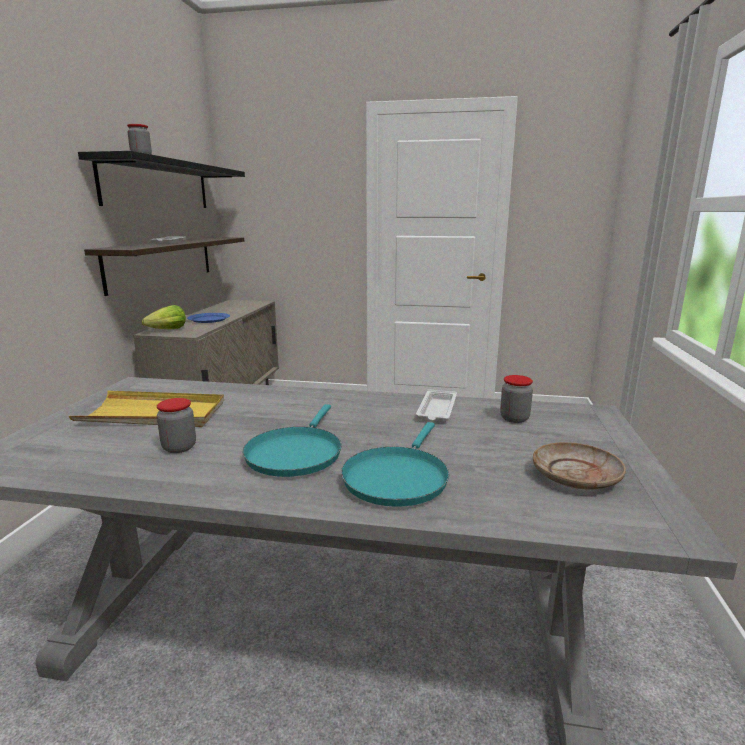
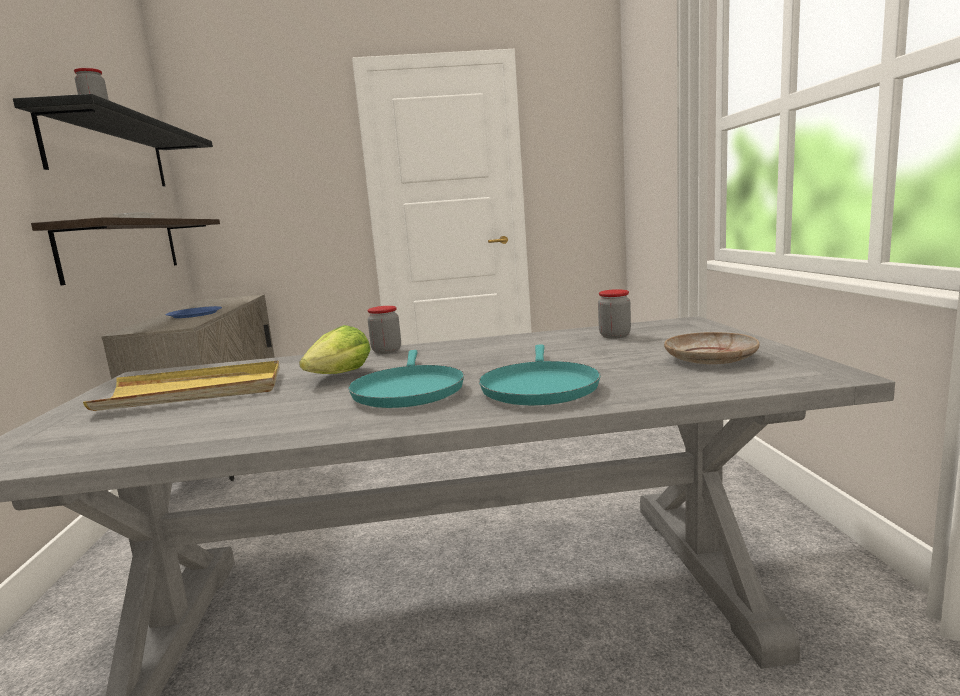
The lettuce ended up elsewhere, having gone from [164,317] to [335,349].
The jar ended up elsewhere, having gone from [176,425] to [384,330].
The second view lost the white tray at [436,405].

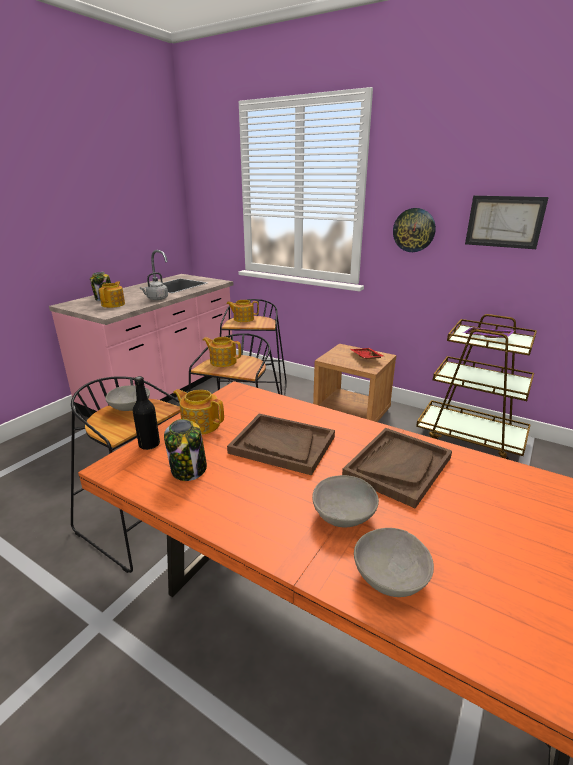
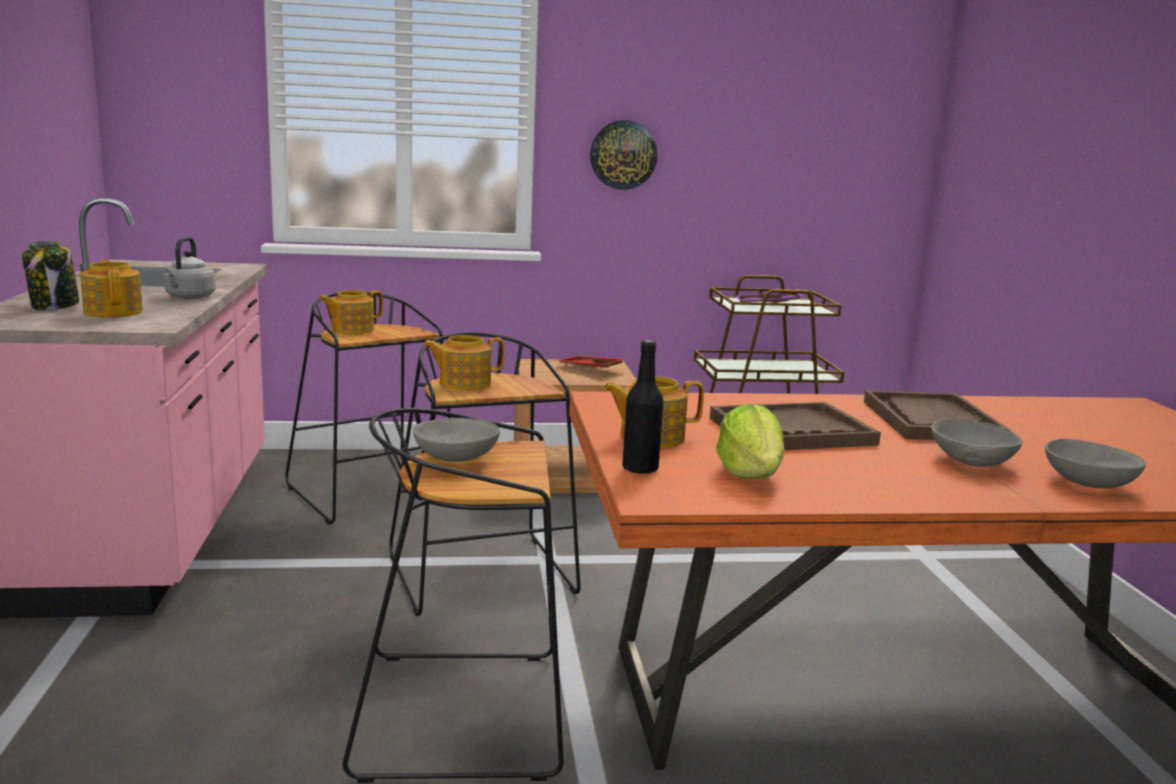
Where the jar stood at [185,450], the lettuce came to stand at [750,441].
The second view lost the picture at [507,222].

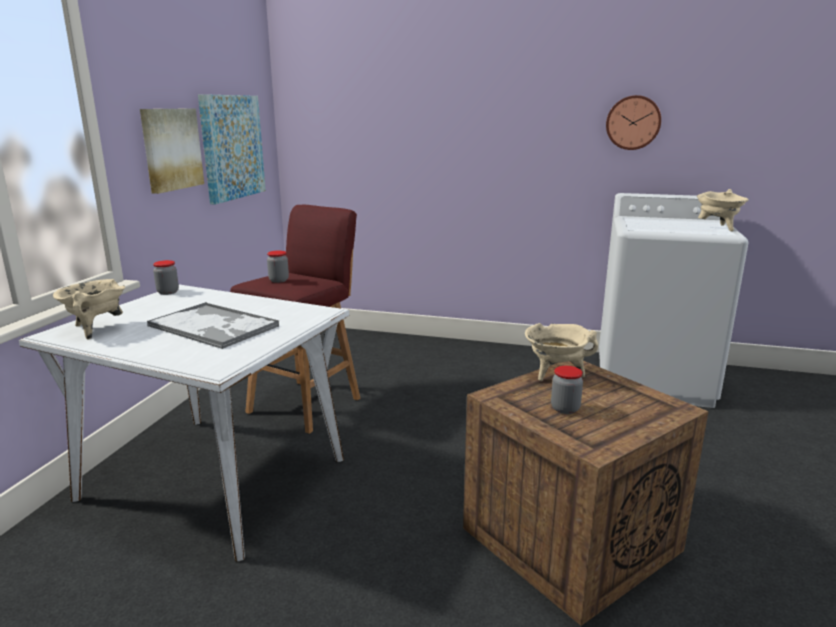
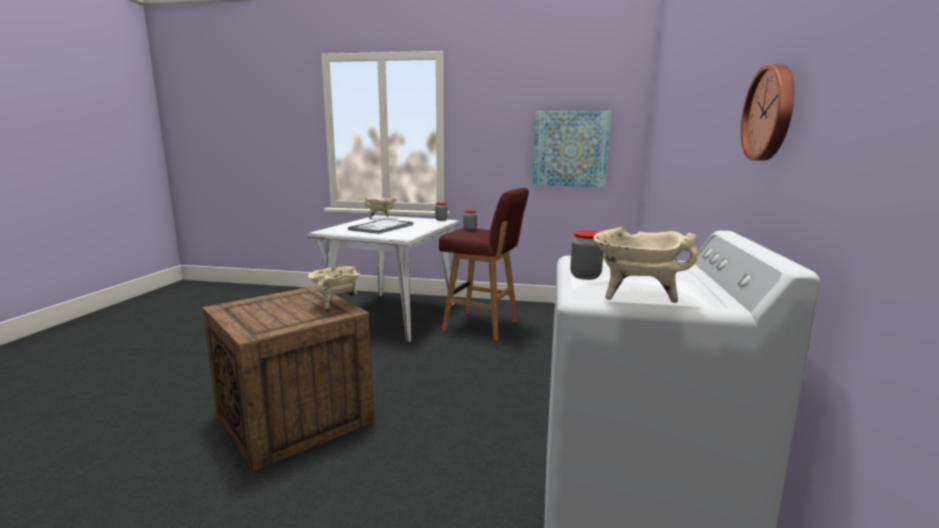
The jar ended up elsewhere, having gone from [567,390] to [587,255].
The second view lost the picture at [172,151].

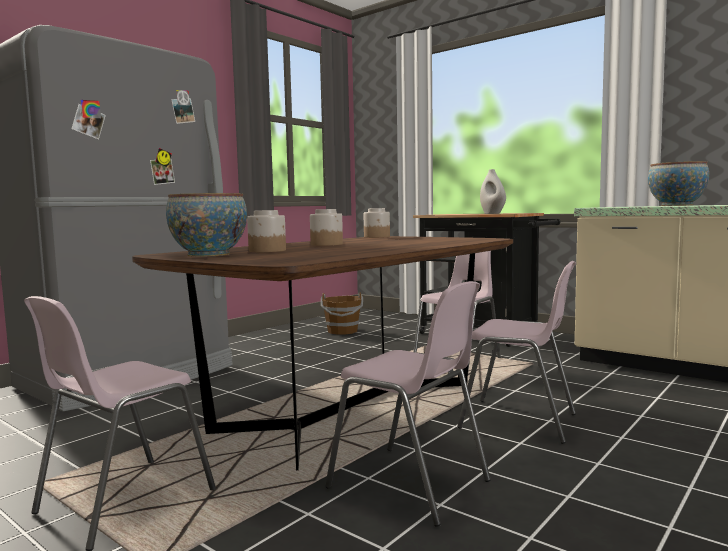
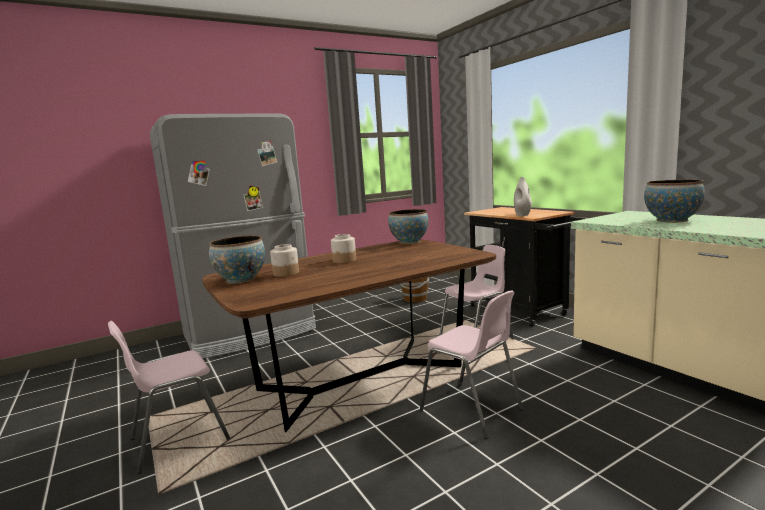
Where the jar stood at [377,223], the bowl came to stand at [408,226].
The second view lost the pink chair at [408,404].

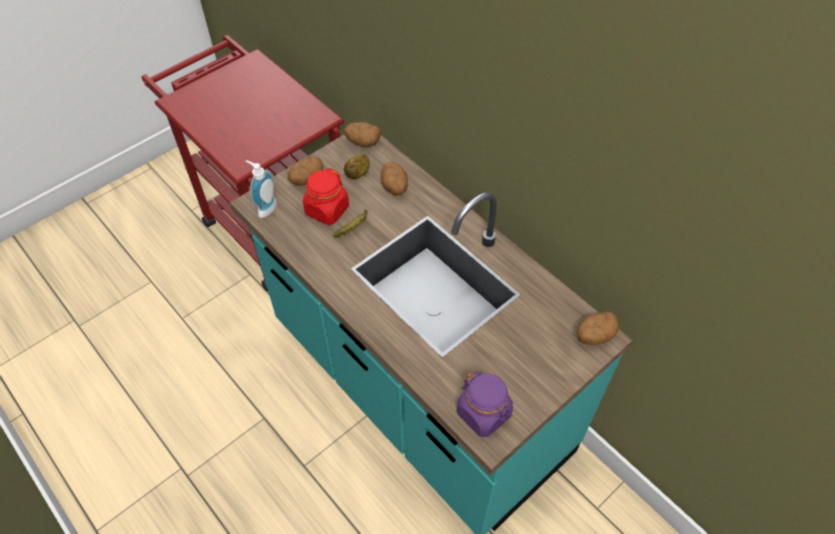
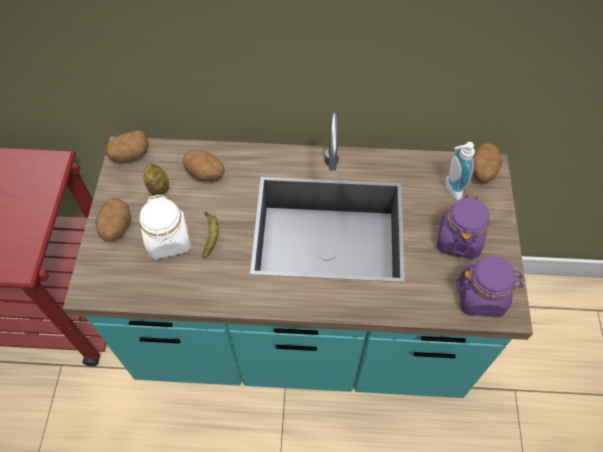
What was the red jar at [326,196] turned into the white jar at [165,226].
The second view gained the purple jar at [463,227].
The soap dispenser ended up elsewhere, having gone from [261,189] to [460,171].

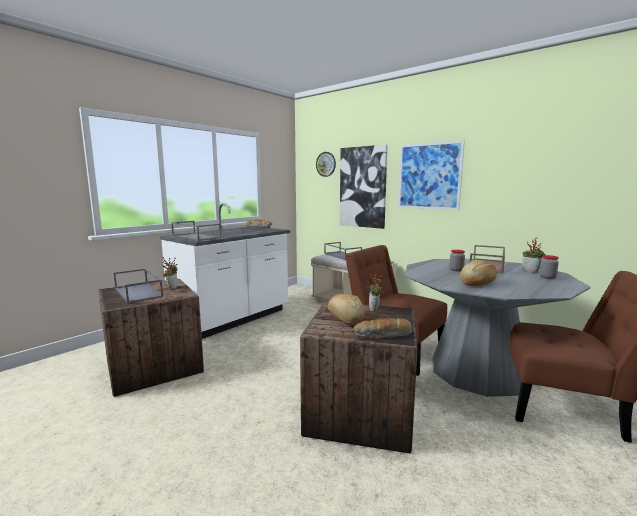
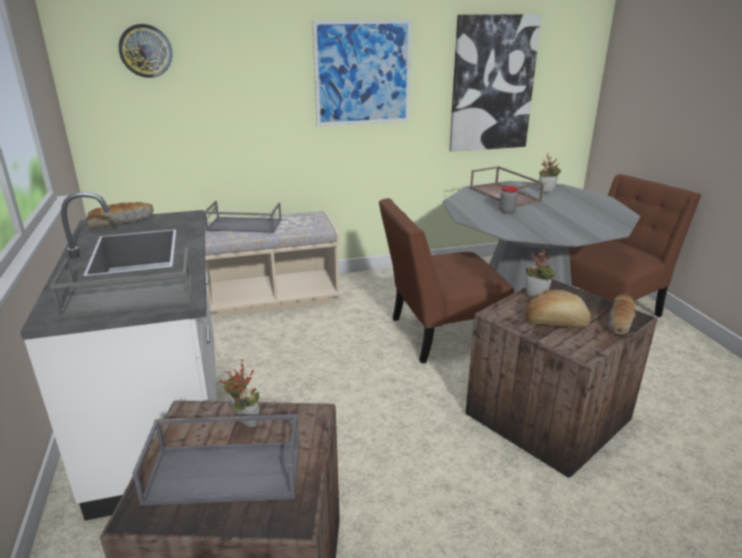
The picture ended up elsewhere, having gone from [364,186] to [495,83].
The second view lost the bread at [478,273].
The second view lost the jar at [549,267].

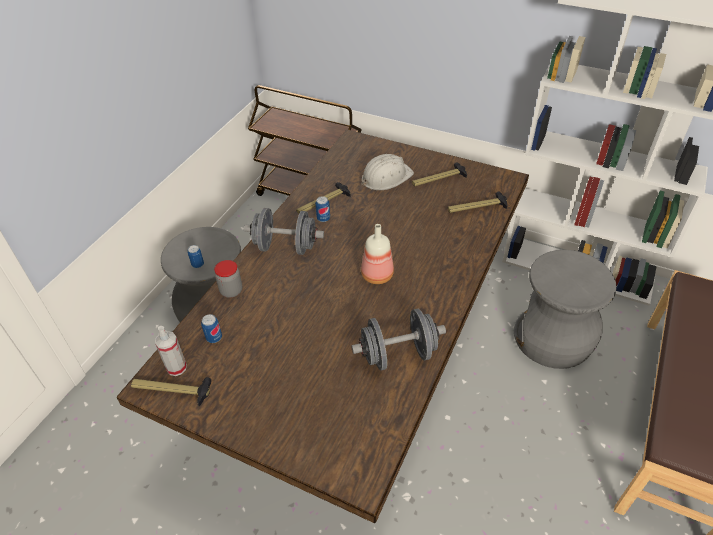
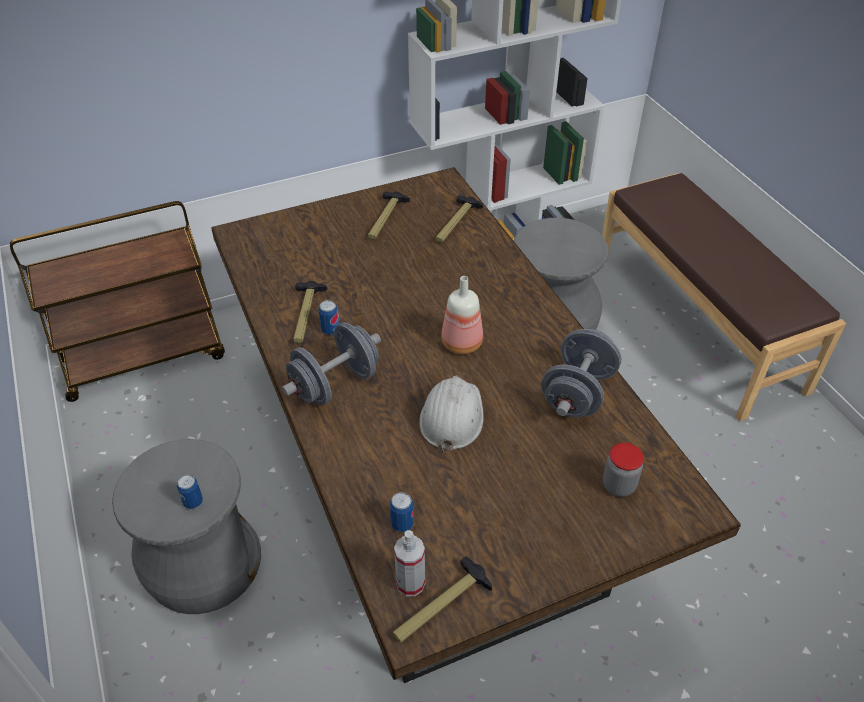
The white hard hat ended up elsewhere, having gone from [387,172] to [451,414].
The jar ended up elsewhere, having gone from [228,279] to [623,470].

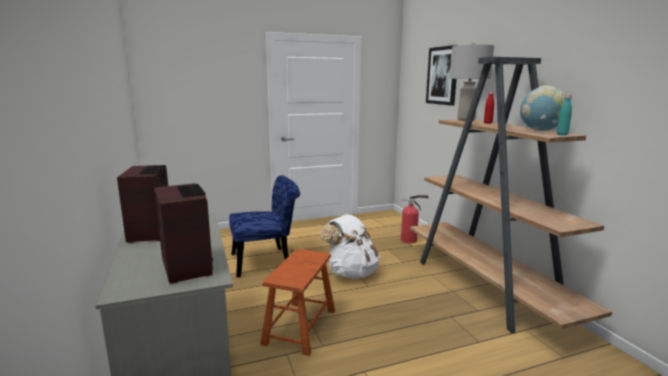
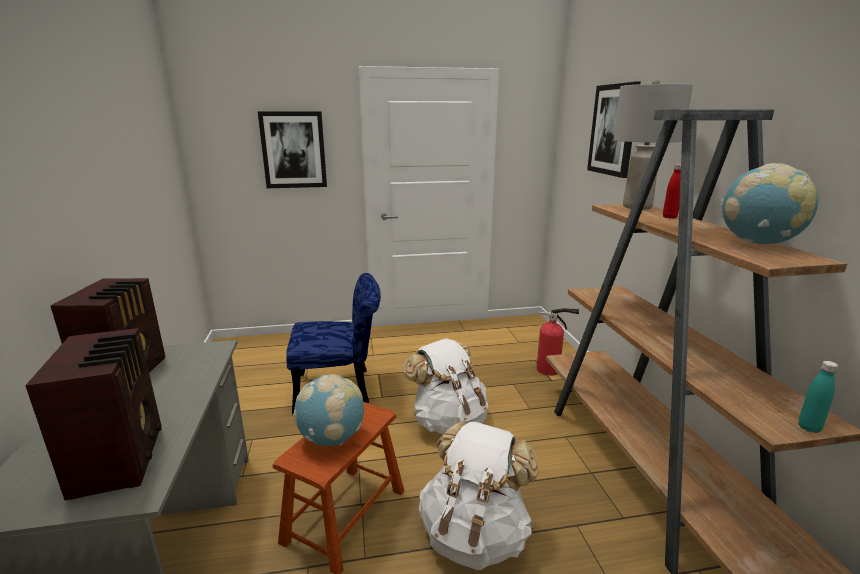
The second view gained the picture at [292,149].
The second view gained the globe at [328,410].
The second view gained the white backpack at [479,495].
The turquoise bottle ended up elsewhere, having gone from [564,114] to [818,397].

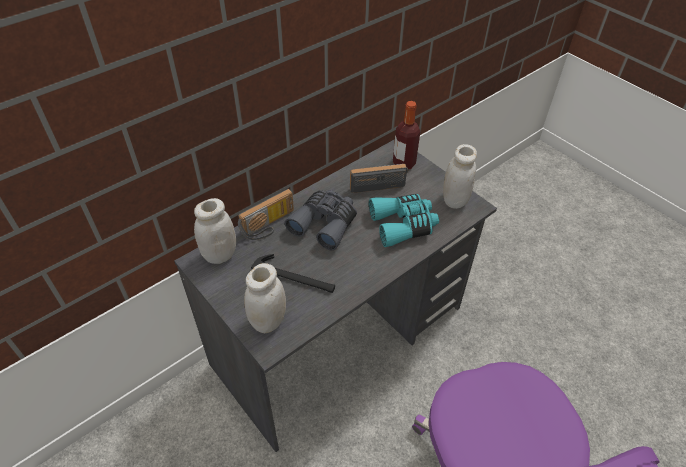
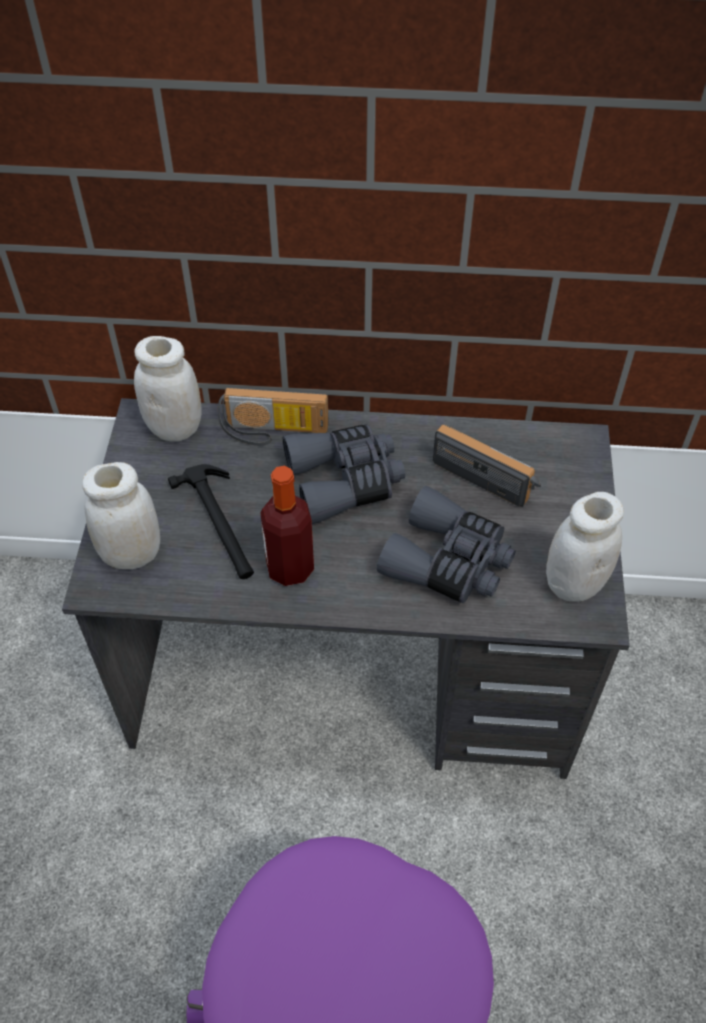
The bottle ended up elsewhere, having gone from [406,135] to [287,526].
What was the turquoise binoculars at [404,220] turned into the grey binoculars at [446,545].

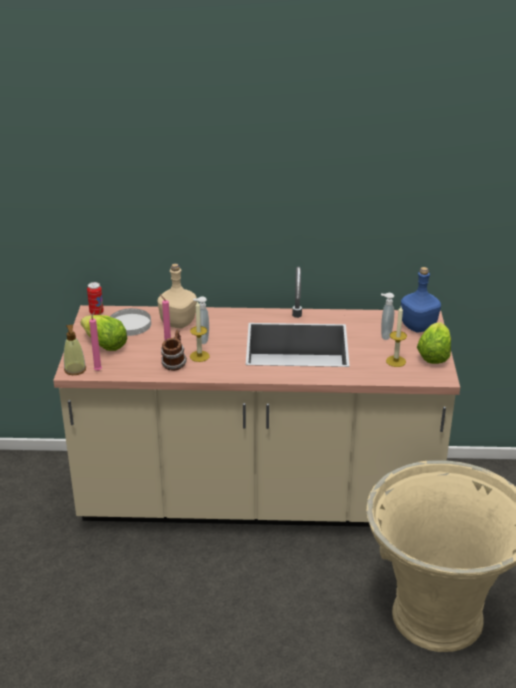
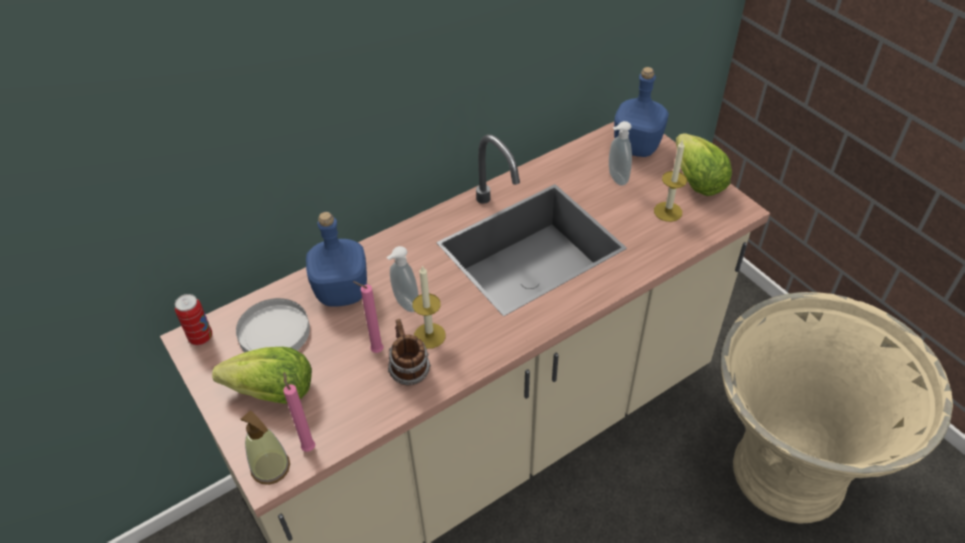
What was the beige bottle at [177,296] turned into the blue bottle at [336,259].

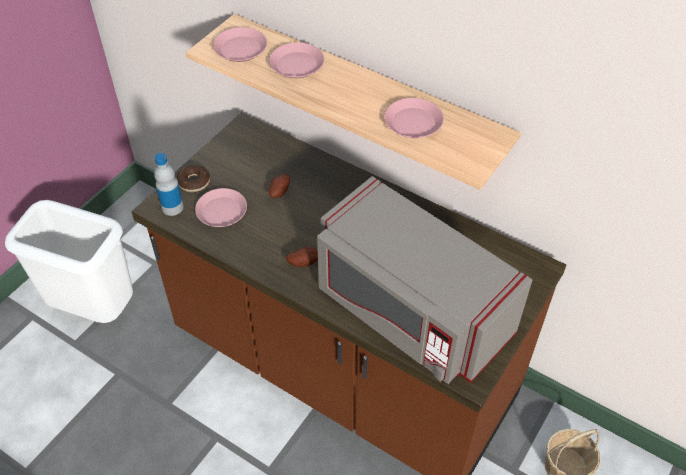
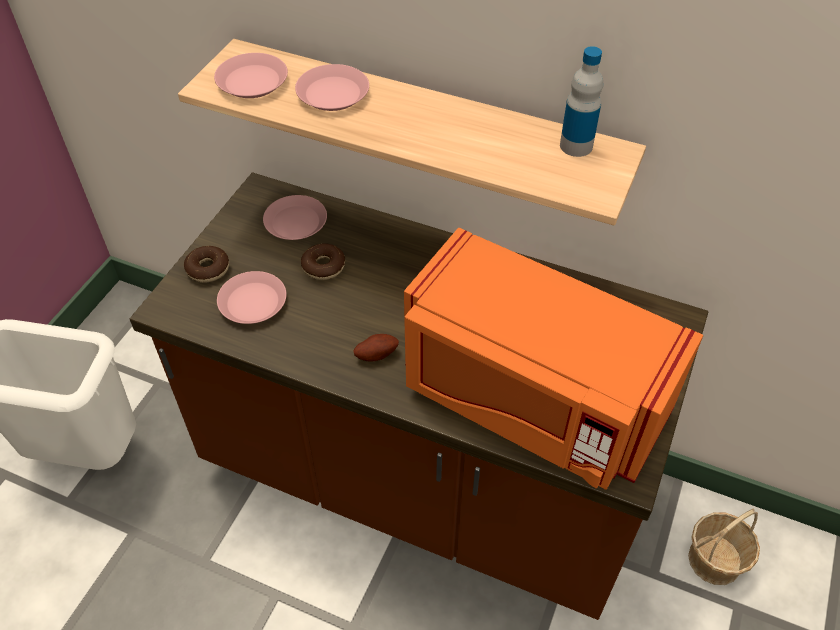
The pink plate ended up elsewhere, having gone from [414,118] to [295,217].
Where the potato stood at [279,186], the donut came to stand at [323,261].
What was the grey microwave at [425,280] turned into the orange microwave at [553,359].
The bottle ended up elsewhere, having gone from [169,184] to [581,101].

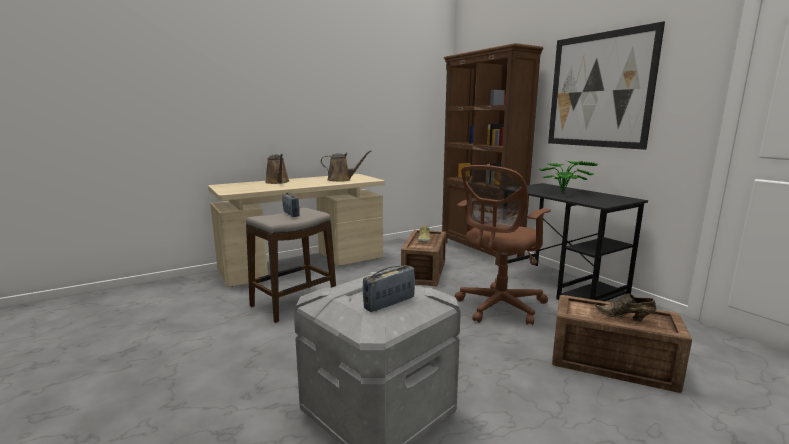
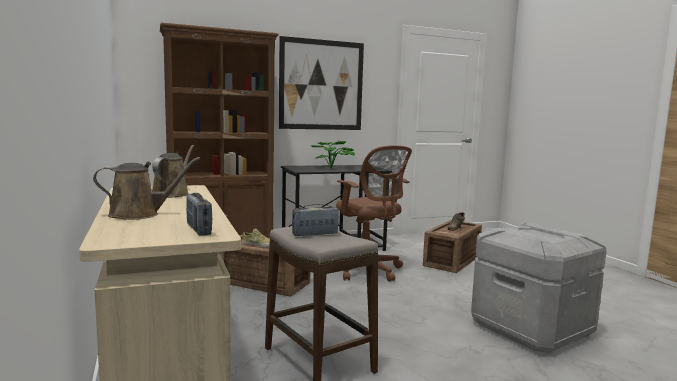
The radio ended up elsewhere, having gone from [389,288] to [199,214].

